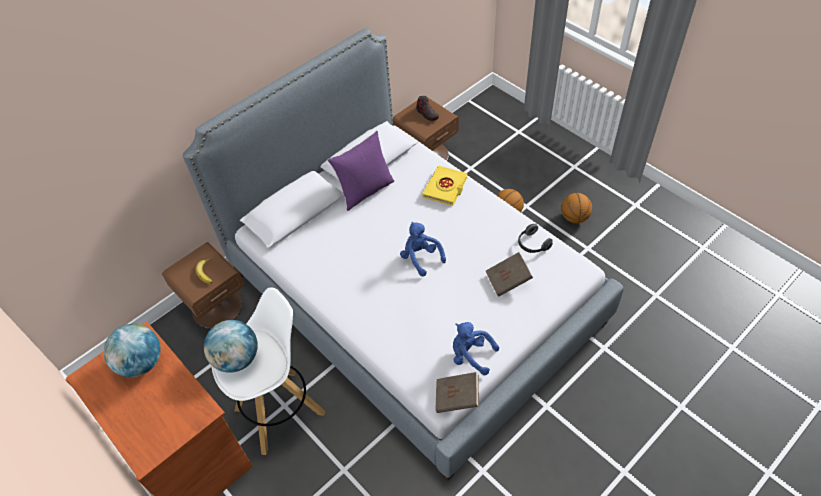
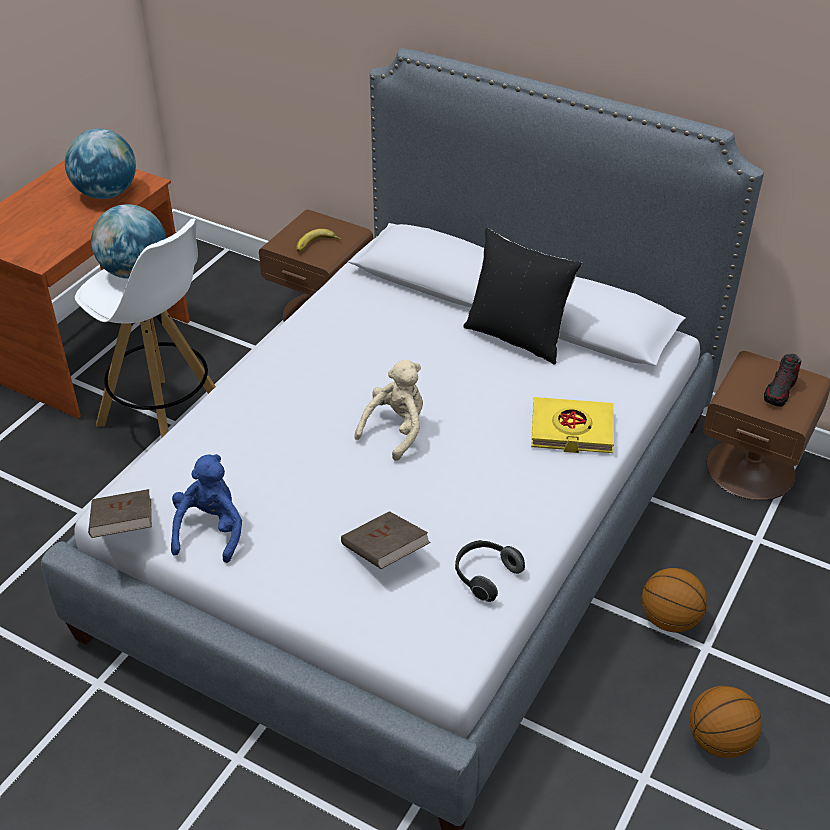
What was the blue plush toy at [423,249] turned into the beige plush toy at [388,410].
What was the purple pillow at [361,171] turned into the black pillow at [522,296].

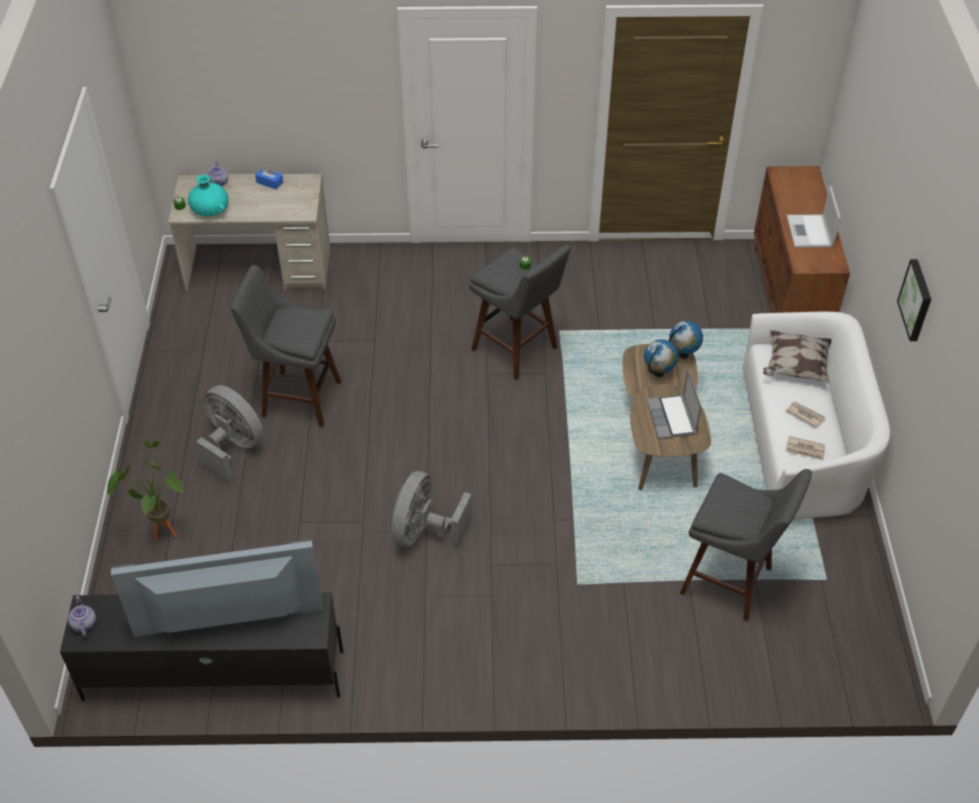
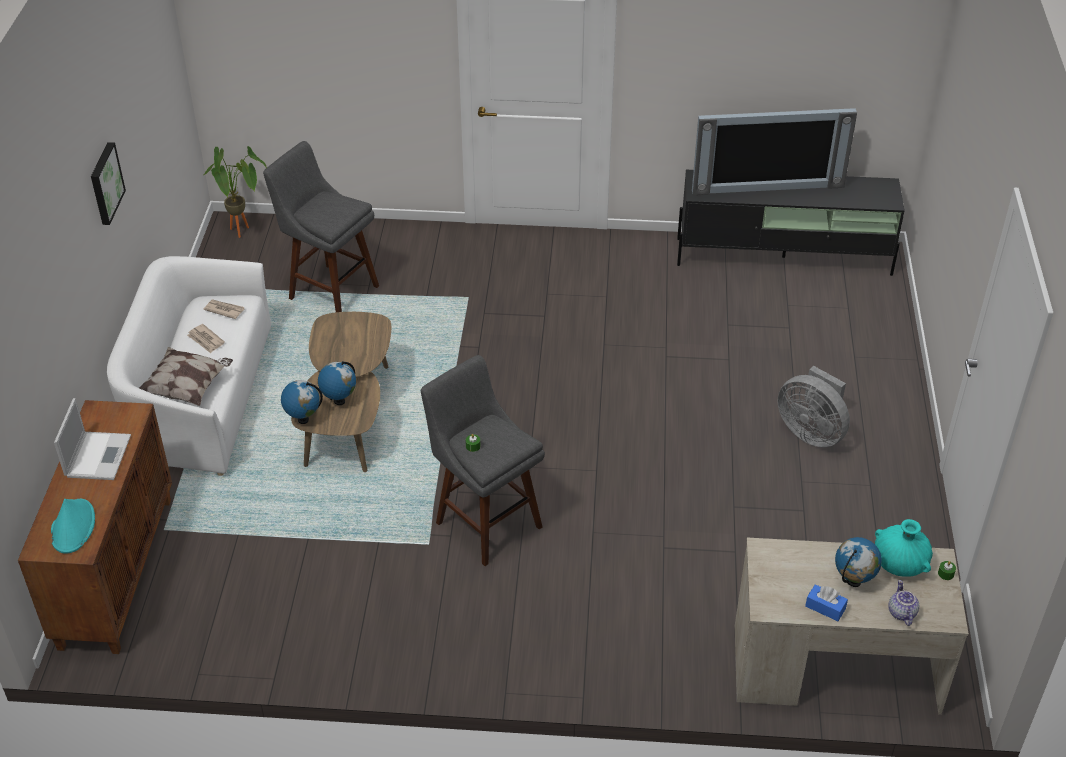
The second view gained the turquoise hat at [73,526].
The potted plant ended up elsewhere, having gone from [145,490] to [235,192].
The second view gained the globe at [858,562].
The second view lost the teapot at [82,616].
The second view lost the grey stool at [286,346].
The second view lost the grey fan at [432,509].
The second view lost the laptop at [674,404].

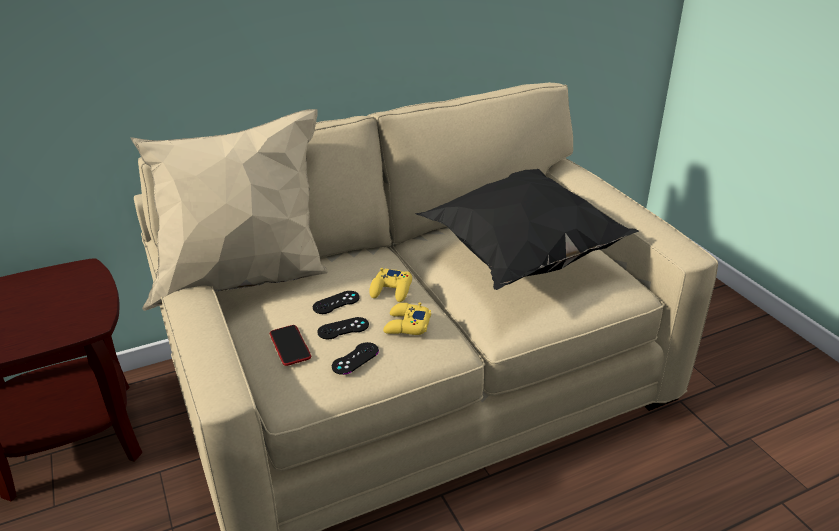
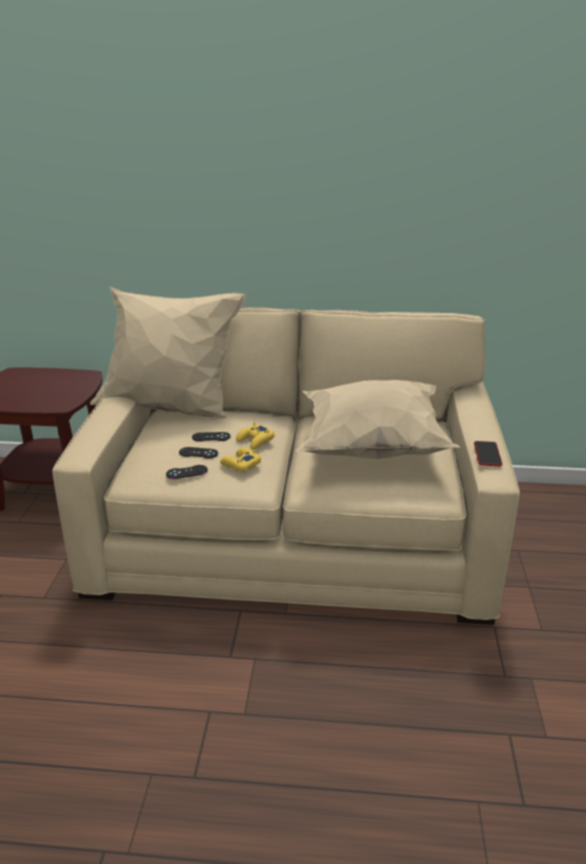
What was the black pillow at [527,229] turned into the beige pillow at [378,419].
The phone ended up elsewhere, having gone from [290,345] to [488,453].

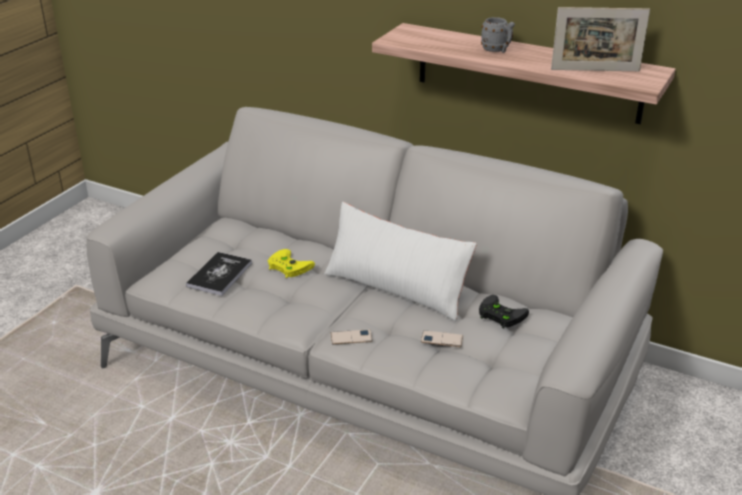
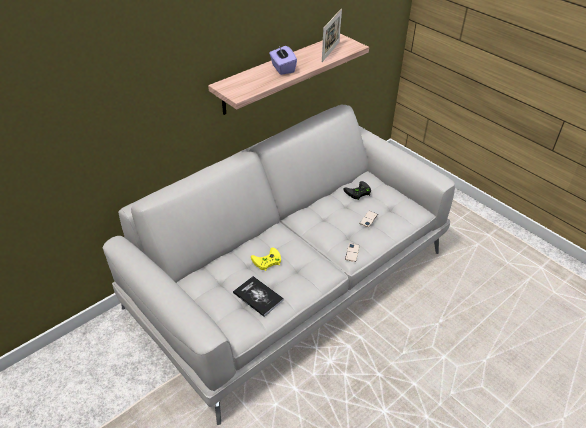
Where the grey mug stood at [498,35], the purple tissue box came to stand at [283,60].
The second view lost the white pillow at [400,261].

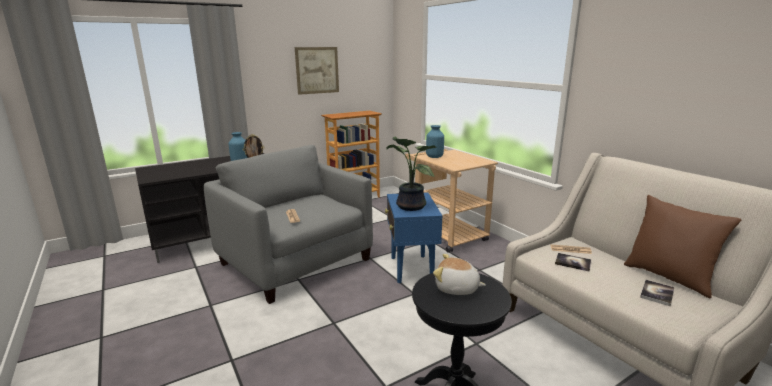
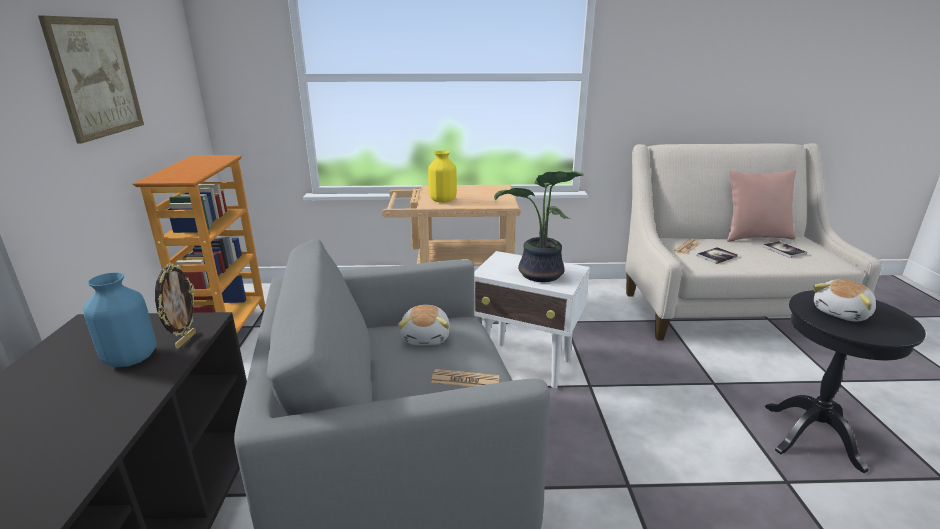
The second view gained the plush toy at [424,325].
What was the blue vase at [435,141] turned into the yellow vase at [442,176].
What was the blue side table at [413,237] turned into the white side table at [532,319].
What was the brown pillow at [682,247] turned into the pink pillow at [761,206].

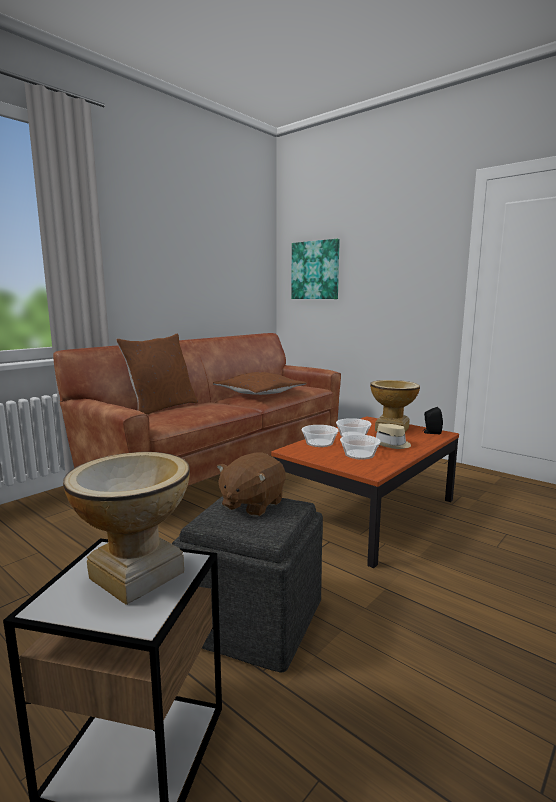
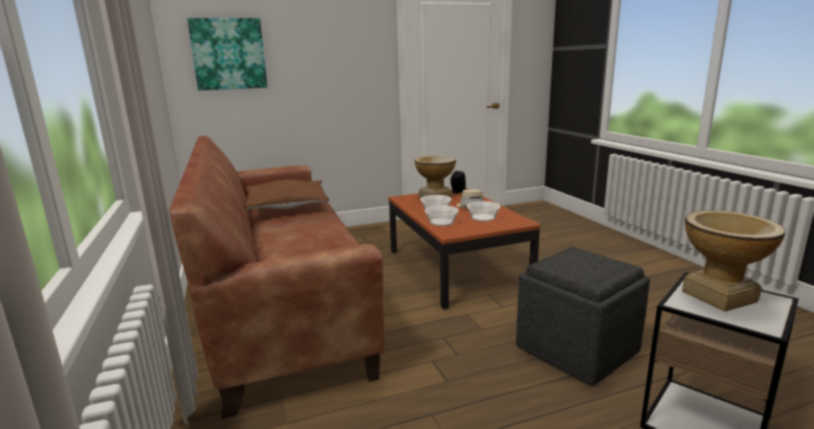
The second view lost the brown pillow at [157,373].
The second view lost the brown plush toy at [251,485].

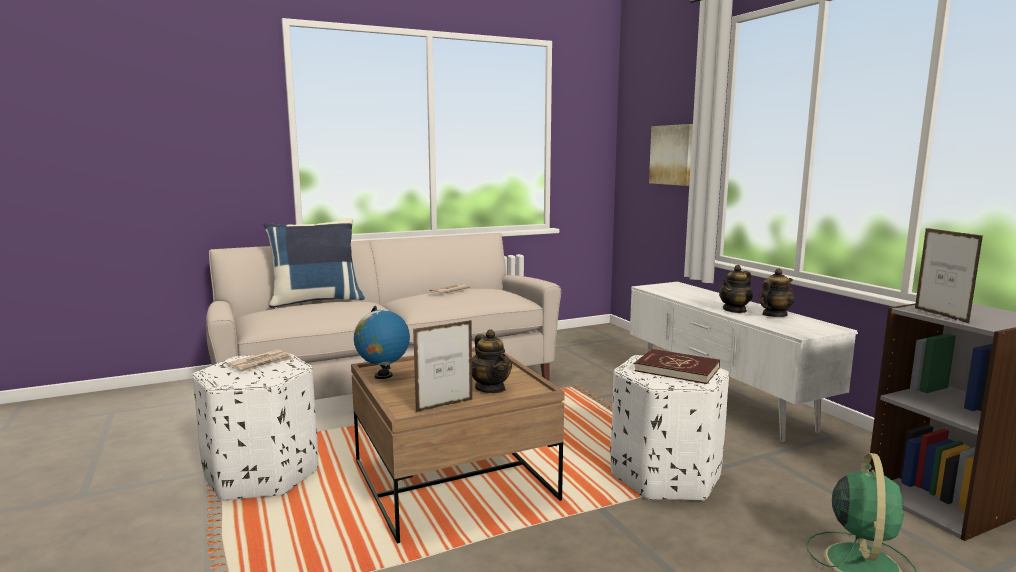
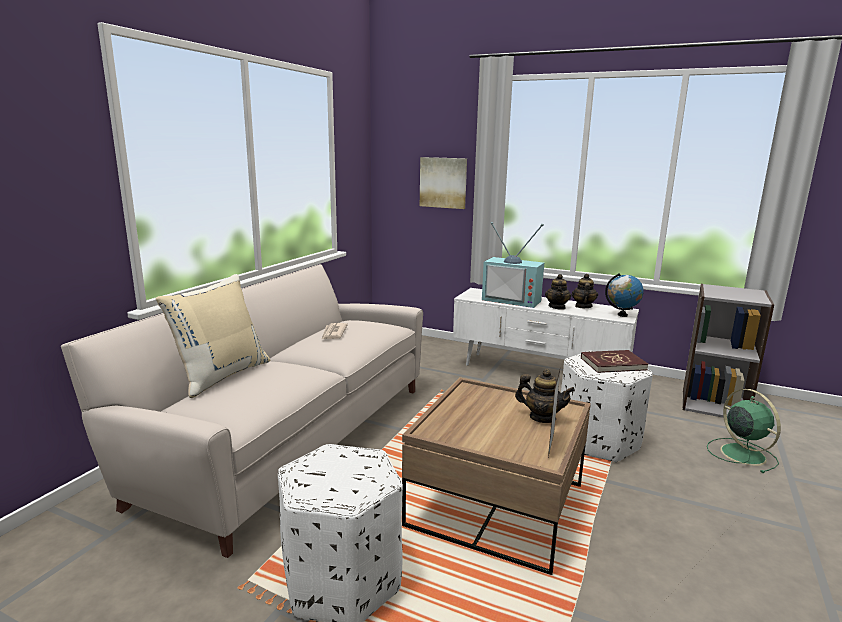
What was the blue pillow at [314,263] turned into the beige pillow at [213,336].
The second view gained the television at [513,265].
The globe ended up elsewhere, having gone from [382,342] to [624,295].
The second view lost the newspaper at [259,360].
The second view lost the picture frame at [949,276].

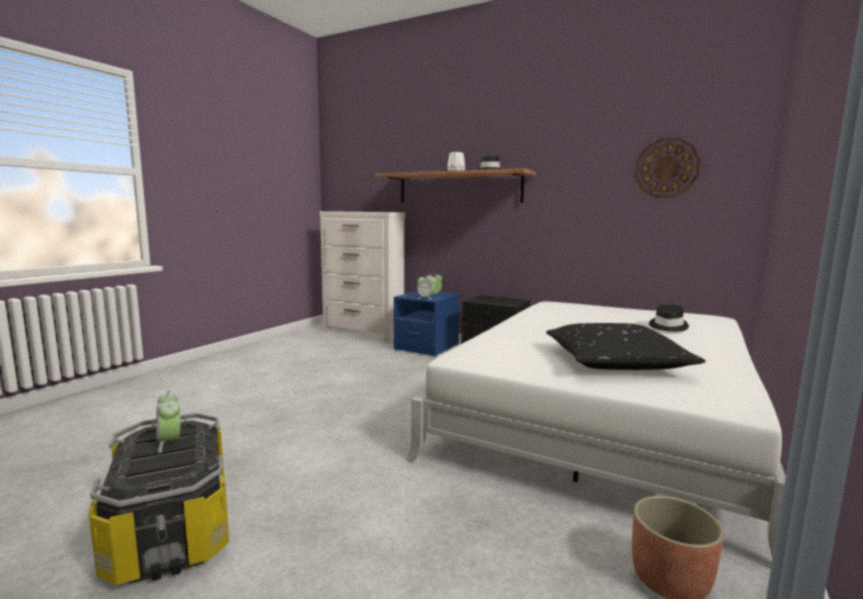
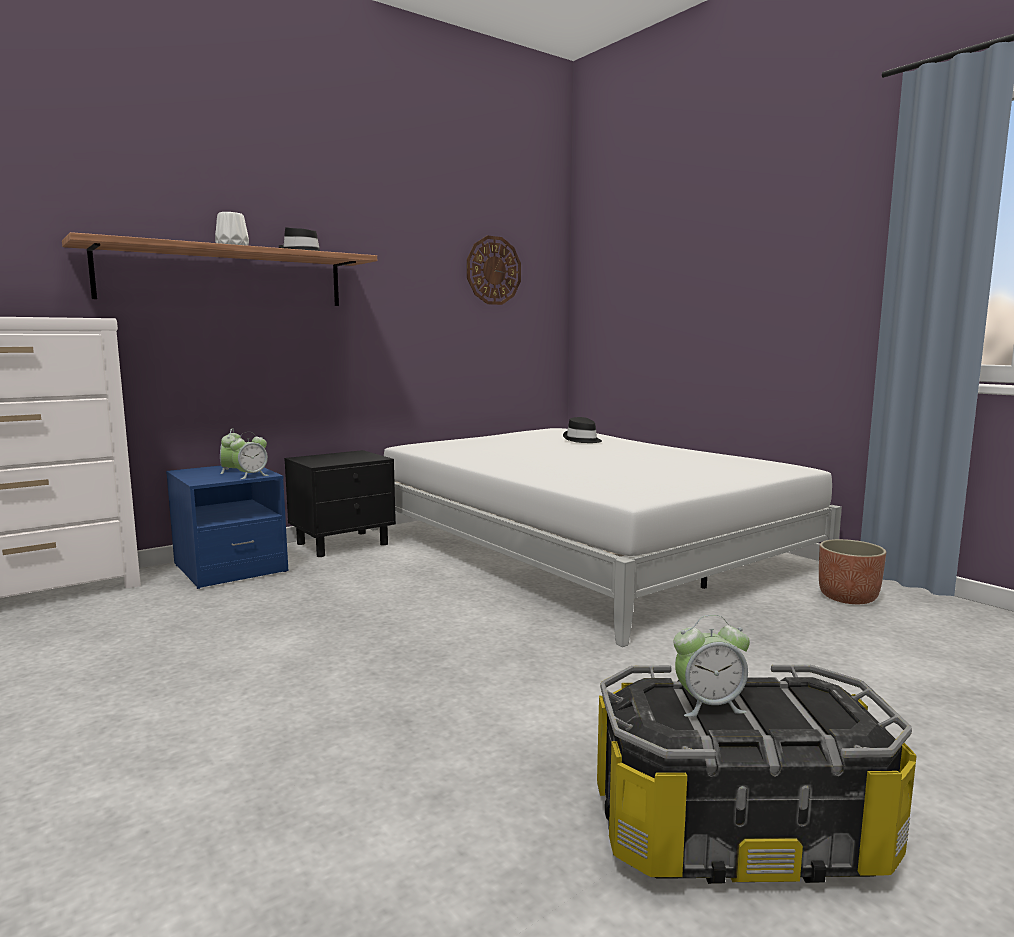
The second view lost the black pillow at [626,346].

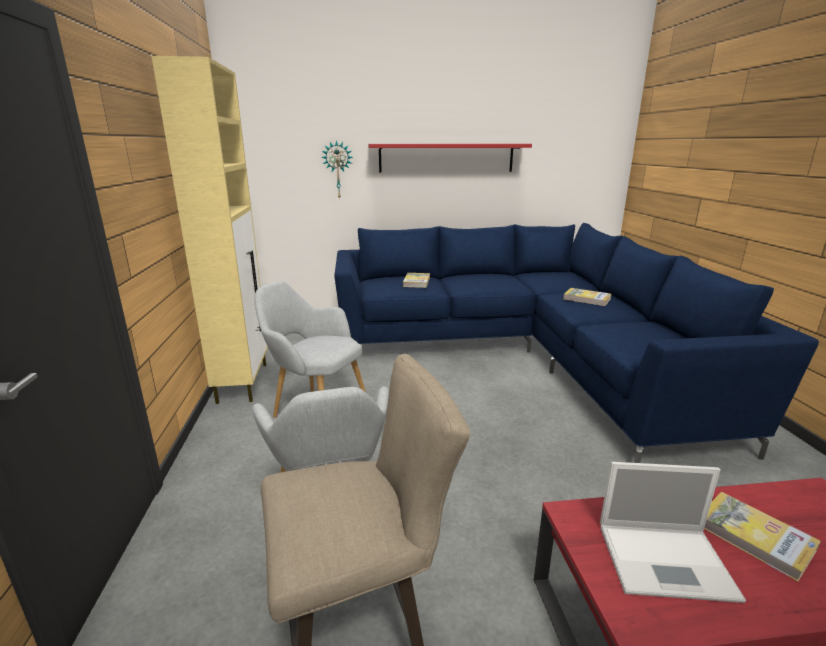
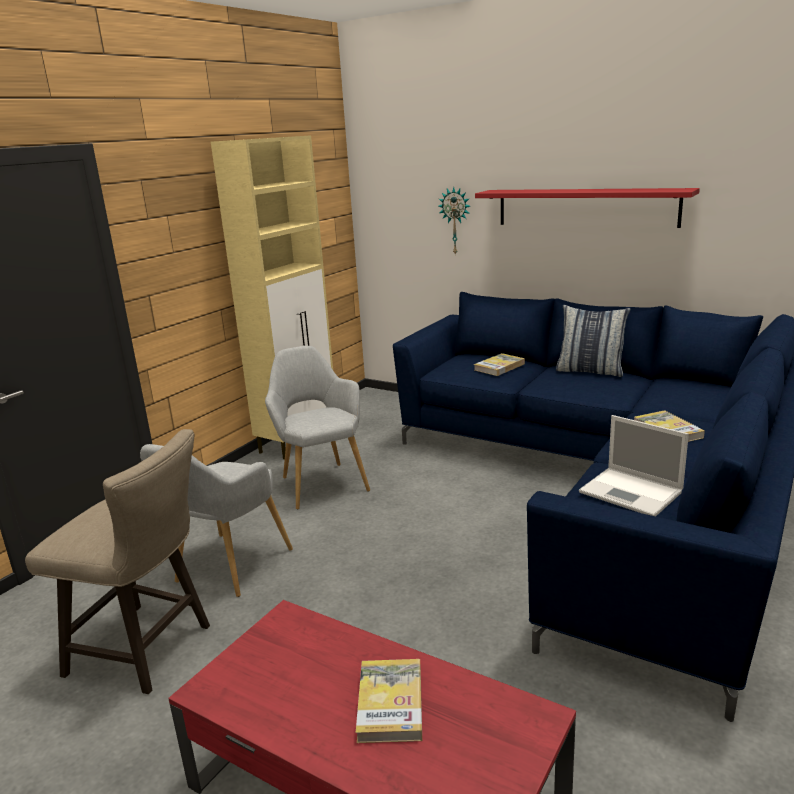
The second view gained the pillow at [593,341].
The laptop ended up elsewhere, having gone from [673,532] to [634,465].

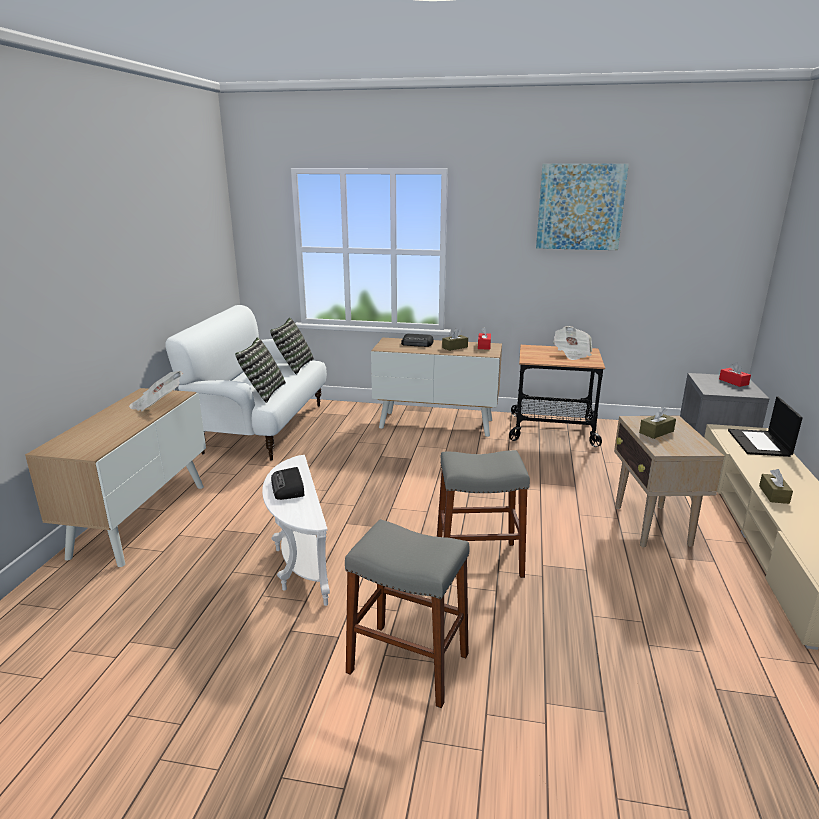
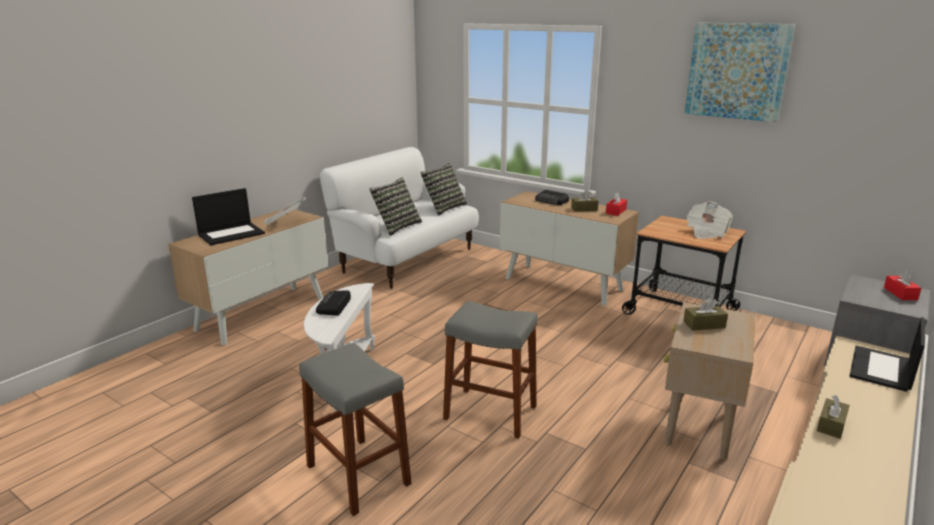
The second view gained the laptop at [228,216].

